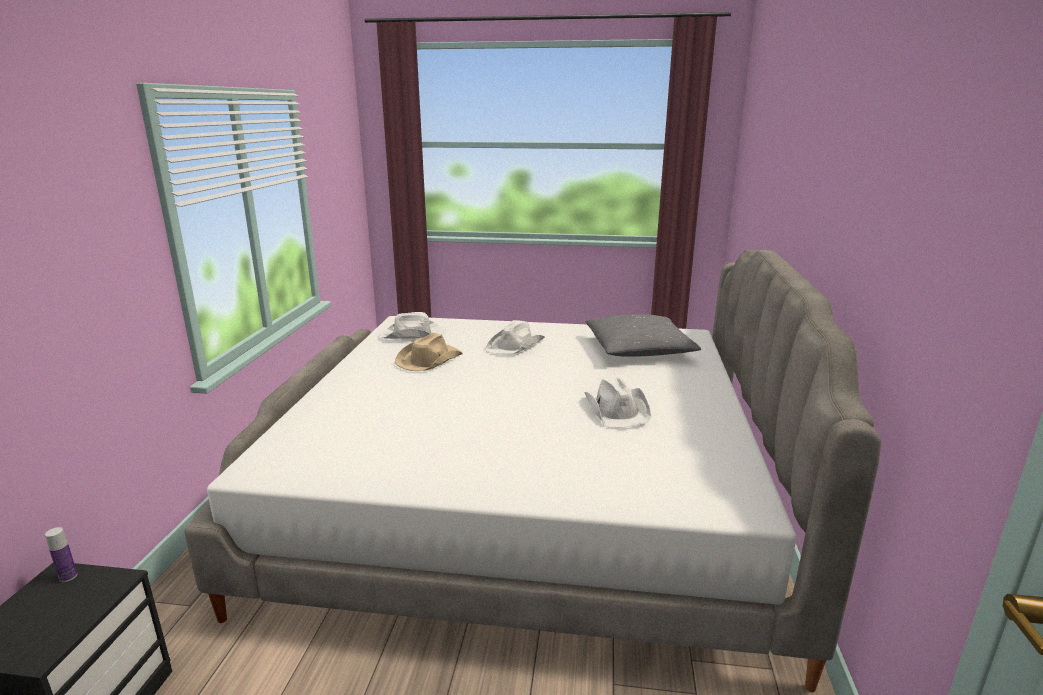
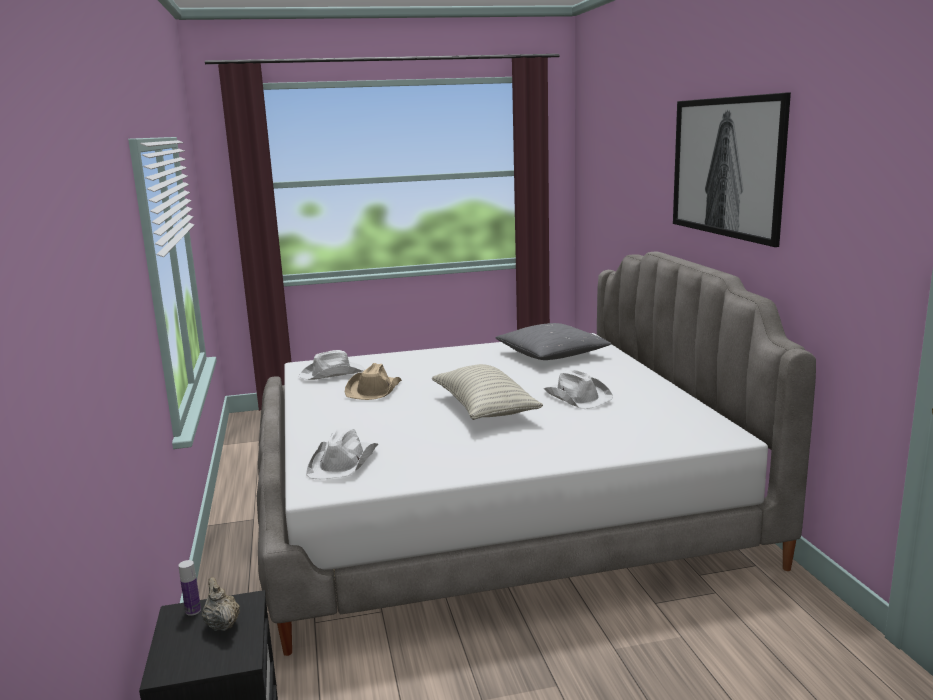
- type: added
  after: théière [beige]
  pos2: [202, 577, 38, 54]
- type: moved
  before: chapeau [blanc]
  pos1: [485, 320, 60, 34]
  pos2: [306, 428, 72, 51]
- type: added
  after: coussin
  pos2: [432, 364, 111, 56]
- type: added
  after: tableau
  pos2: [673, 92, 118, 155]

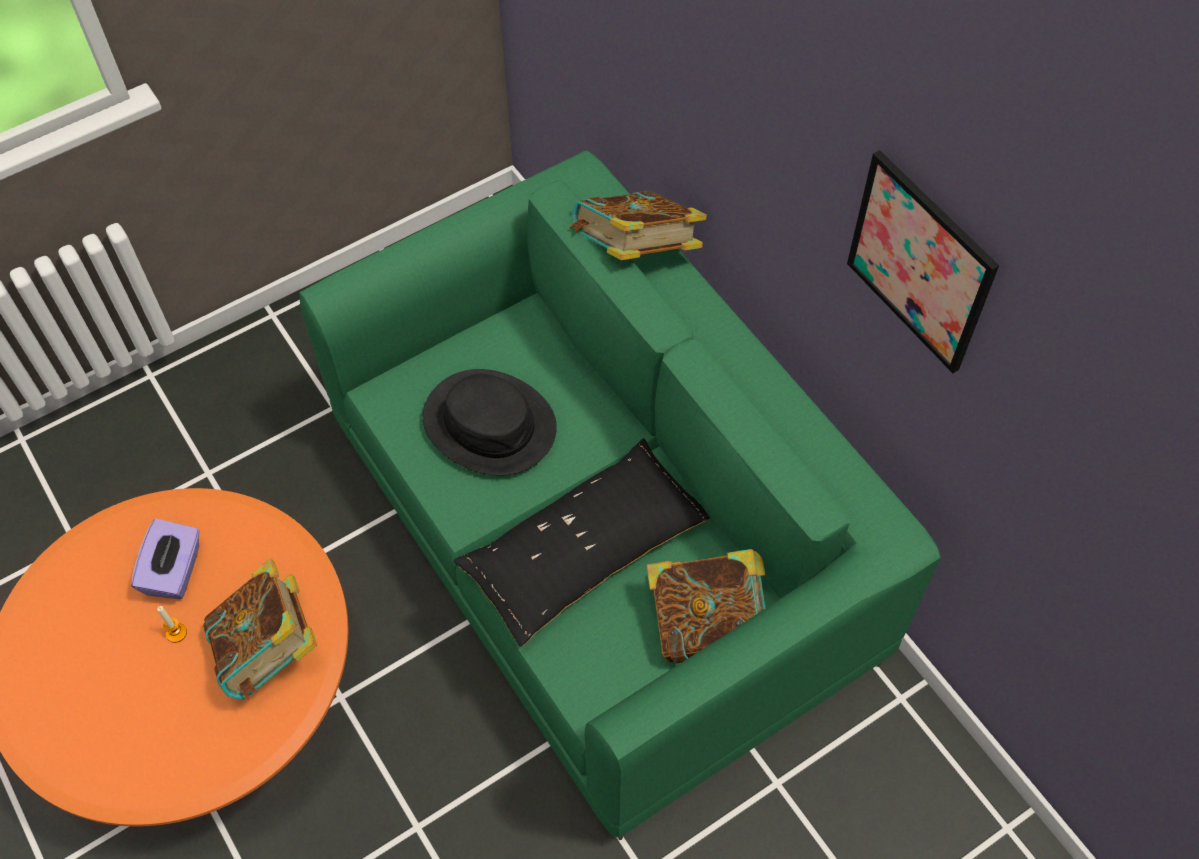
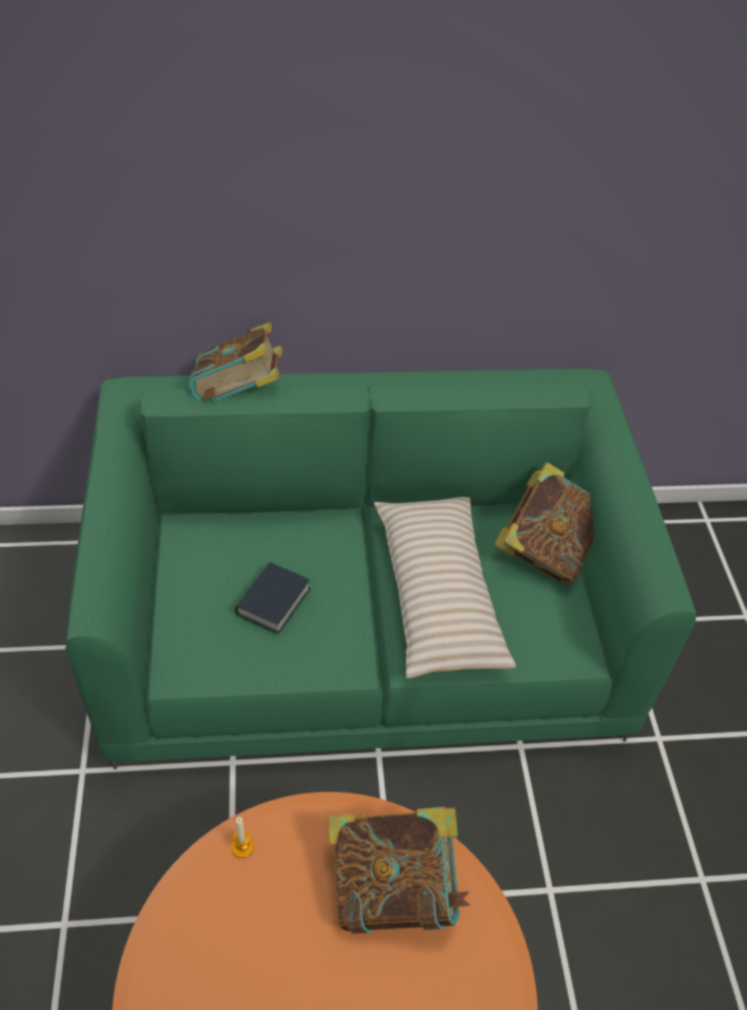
- type: moved
  before: bougie
  pos1: [157, 606, 30, 37]
  pos2: [231, 817, 23, 41]
- type: replaced
  before: chapeau [noir]
  after: livre
  pos1: [423, 369, 134, 107]
  pos2: [235, 562, 76, 72]
- type: recoloured
  before: coussin [noir]
  after: coussin [beige]
  pos1: [454, 438, 257, 209]
  pos2: [374, 497, 142, 182]
- type: removed
  before: boîte à mouchoirs [violet]
  pos1: [131, 519, 69, 80]
- type: removed
  before: tableau
  pos1: [847, 150, 152, 223]

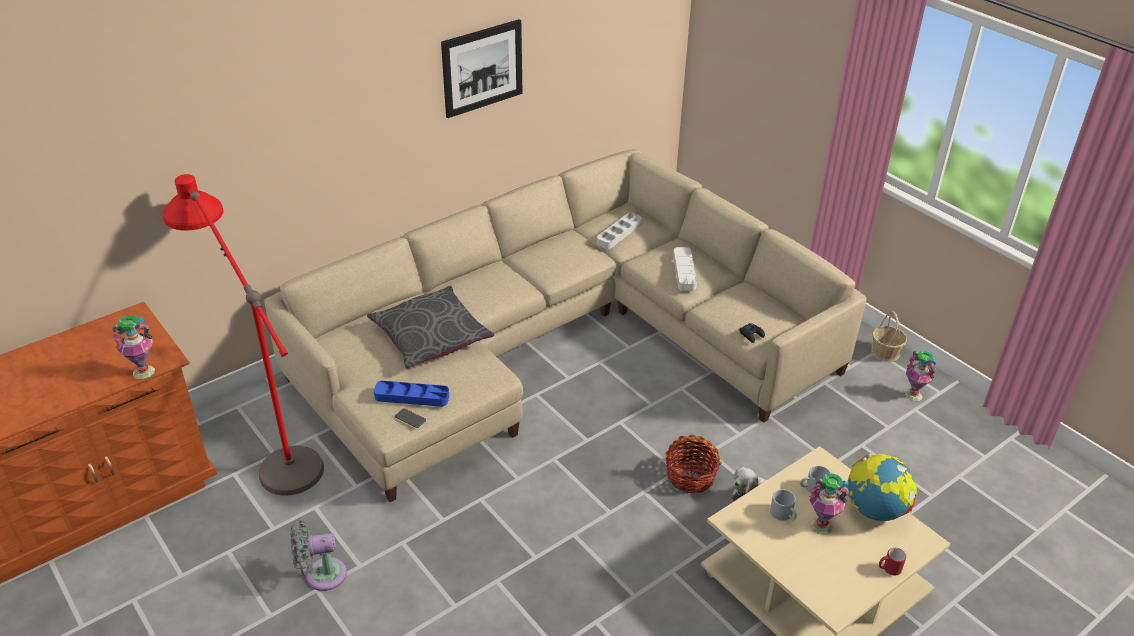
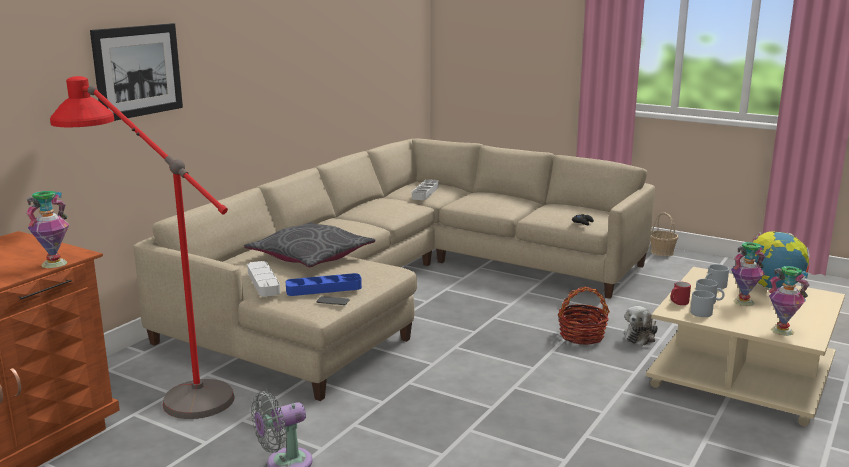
- type: moved
  before: tableau
  pos1: [441, 19, 82, 99]
  pos2: [90, 23, 93, 98]
- type: moved
  before: plateau [gris]
  pos1: [673, 247, 24, 44]
  pos2: [247, 261, 33, 36]
- type: moved
  before: mug [rouge]
  pos1: [879, 548, 27, 28]
  pos2: [671, 282, 20, 23]
- type: added
  after: mug [gris]
  pos2: [690, 290, 25, 27]
- type: moved
  before: vase
  pos1: [905, 351, 32, 50]
  pos2: [769, 266, 41, 70]

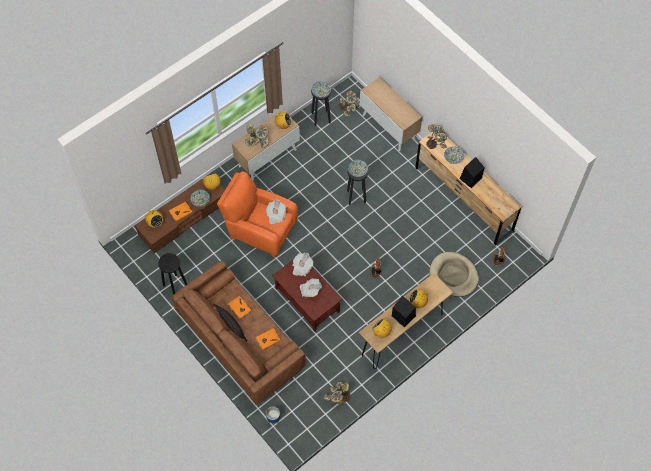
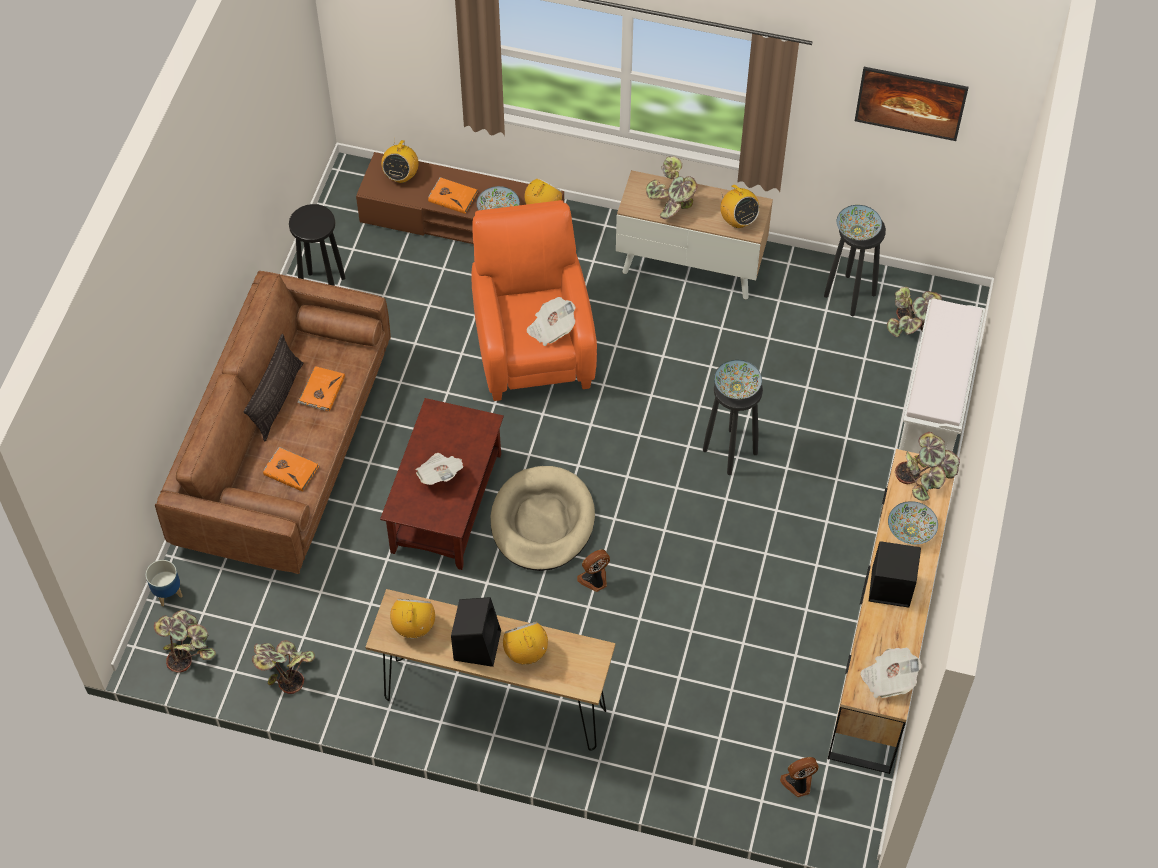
- type: added
  after: plante en pot
  pos2: [154, 610, 62, 63]
- type: moved
  before: panier pour chien [beige]
  pos1: [429, 252, 50, 45]
  pos2: [490, 466, 105, 105]
- type: added
  after: tableau
  pos2: [855, 67, 114, 74]
- type: moved
  before: journal
  pos1: [292, 253, 21, 23]
  pos2: [860, 648, 62, 50]
- type: replaced
  before: meuble de rangement
  after: banc [blanc]
  pos1: [360, 77, 62, 74]
  pos2: [899, 299, 86, 155]

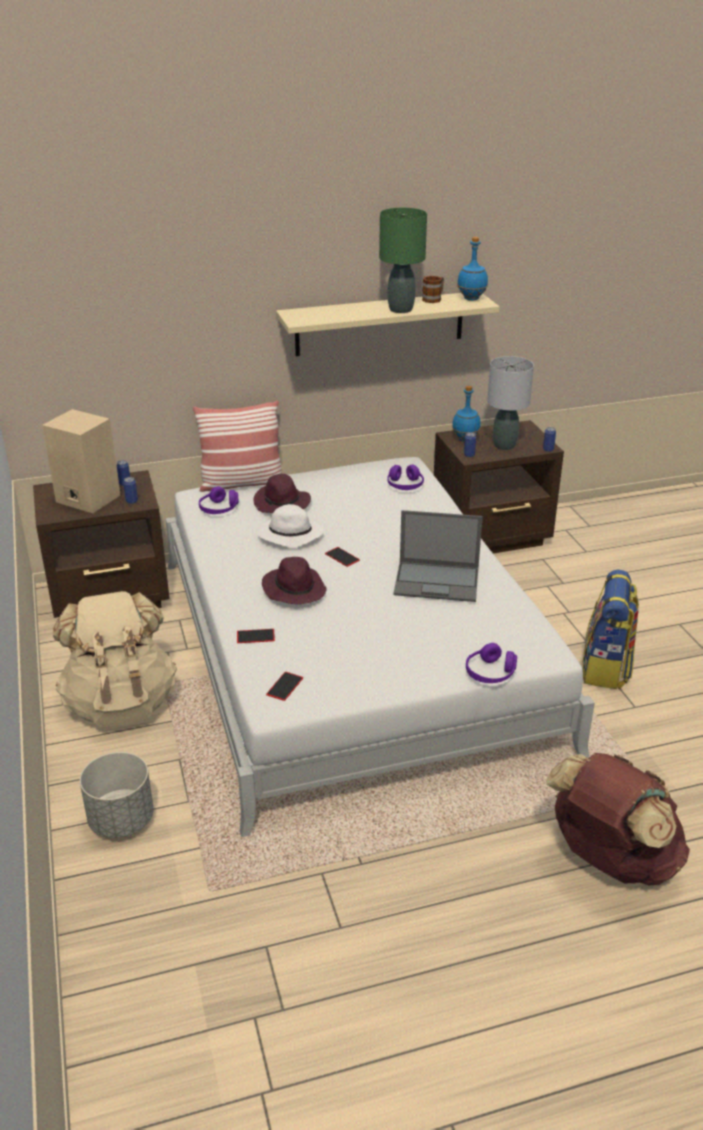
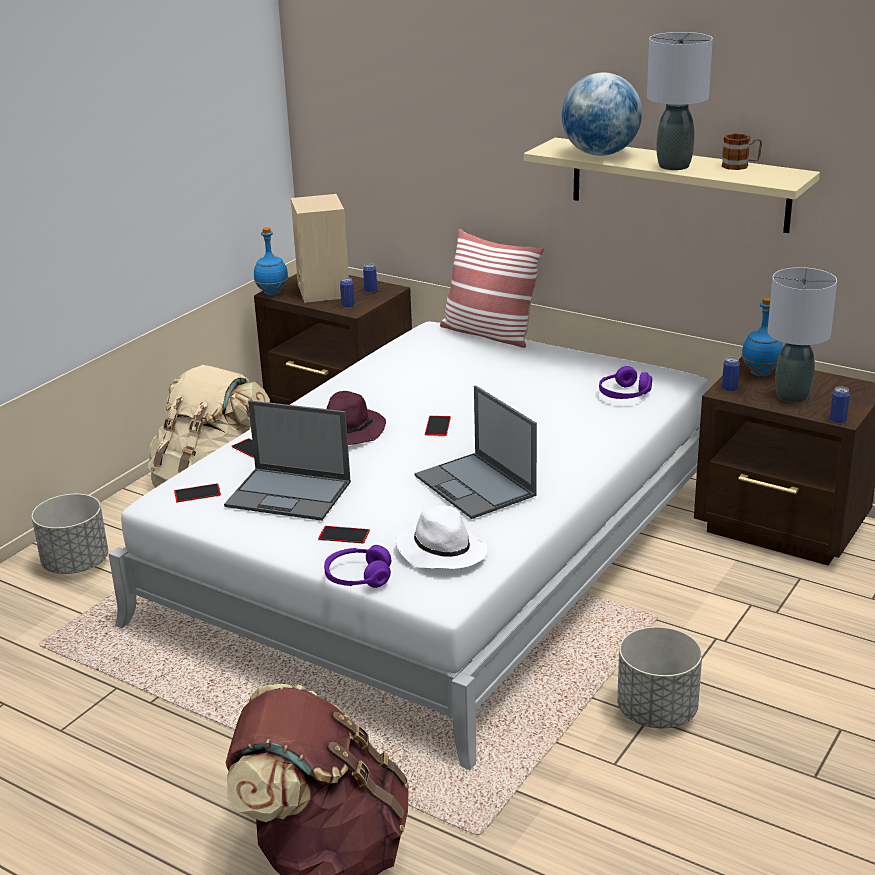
- type: added
  after: ordinateur portable
  pos2: [224, 400, 127, 121]
- type: moved
  before: bouteille [bleu]
  pos1: [457, 237, 31, 64]
  pos2: [254, 227, 34, 69]
- type: added
  after: téléphone
  pos2: [318, 526, 52, 17]
- type: moved
  before: chapeau [blanc]
  pos1: [257, 504, 66, 44]
  pos2: [396, 505, 92, 64]
- type: added
  after: globe
  pos2: [561, 72, 81, 84]
- type: replaced
  before: sac à dos
  after: cache-pot [gris]
  pos1: [583, 570, 56, 119]
  pos2: [617, 627, 85, 101]
- type: recoloured
  before: lampe de table [vert]
  after: lampe de table [gris]
  pos1: [379, 208, 48, 105]
  pos2: [647, 32, 66, 138]
- type: removed
  before: casque audio [violet]
  pos1: [199, 486, 39, 28]
- type: removed
  before: chapeau [violet]
  pos1: [254, 474, 57, 39]

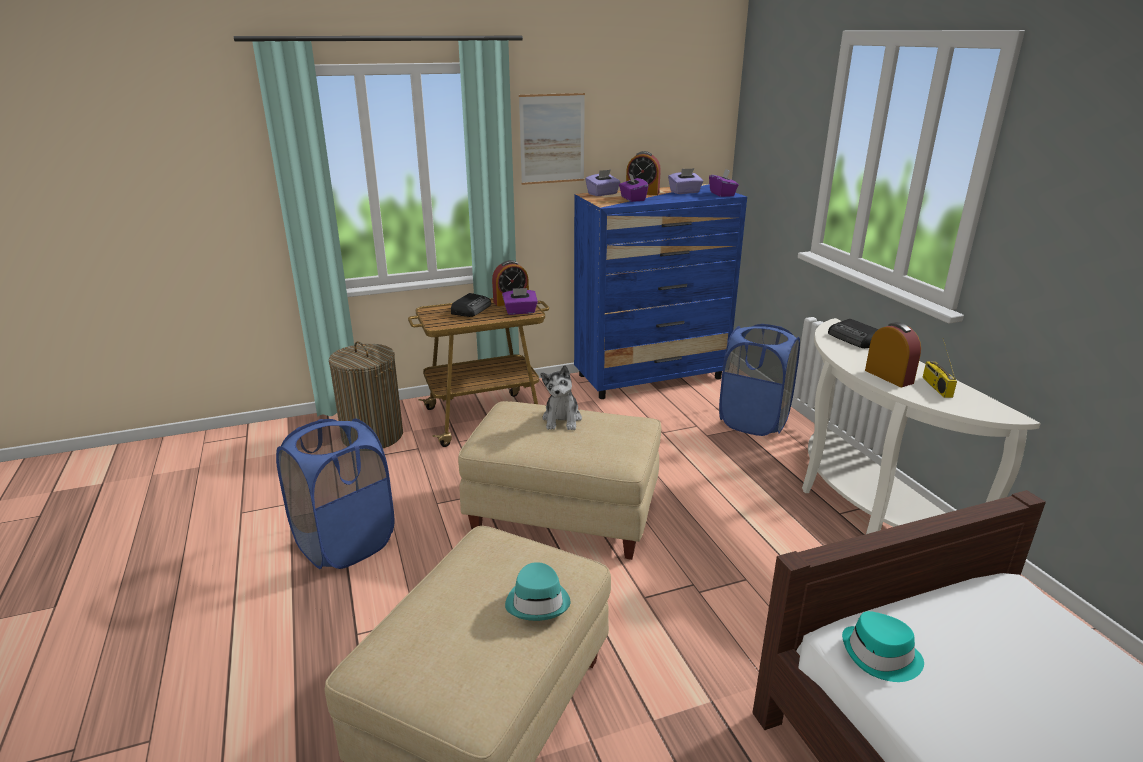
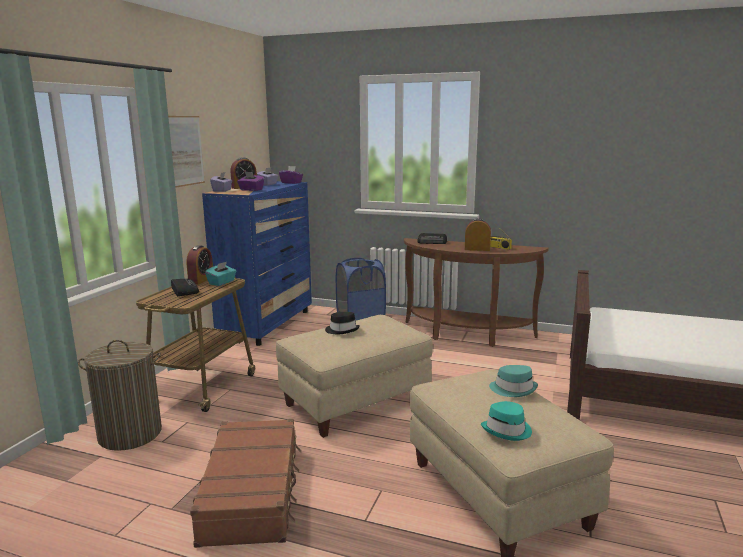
- type: replaced
  before: panier à linge [bleu]
  after: valise [marron]
  pos1: [276, 419, 118, 150]
  pos2: [190, 419, 111, 129]
- type: recoloured
  before: boîte à mouchoirs [violet]
  after: boîte à mouchoirs [turquoise]
  pos1: [502, 288, 36, 27]
  pos2: [205, 262, 31, 24]
- type: replaced
  before: peluche
  after: chapeau [noir]
  pos1: [540, 365, 42, 65]
  pos2: [325, 312, 35, 22]
- type: recoloured
  before: table console [blanc]
  after: table console [marron]
  pos1: [802, 318, 239, 216]
  pos2: [404, 238, 145, 109]
- type: moved
  before: chapeau [turquoise]
  pos1: [842, 611, 82, 71]
  pos2: [481, 401, 51, 40]

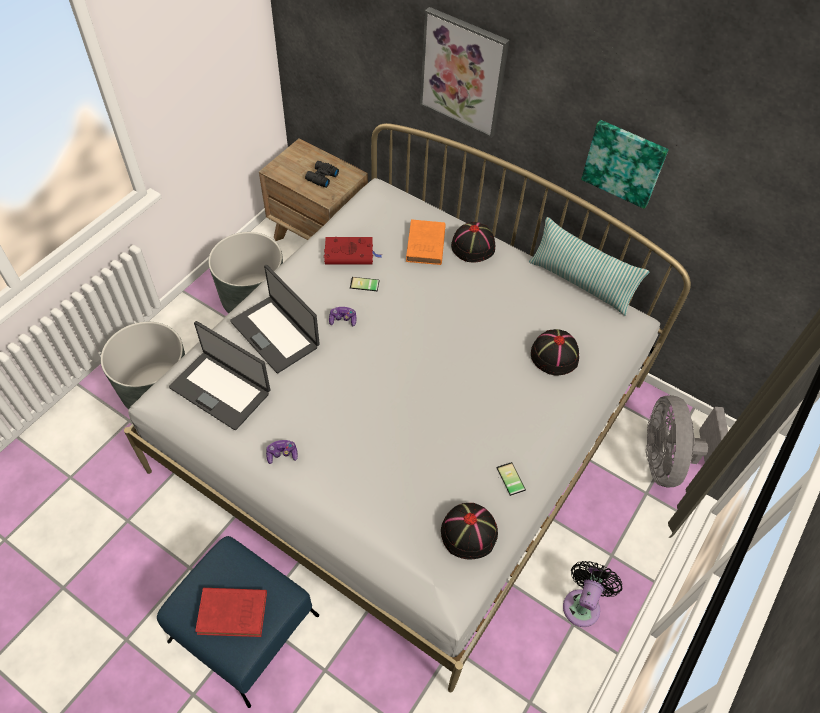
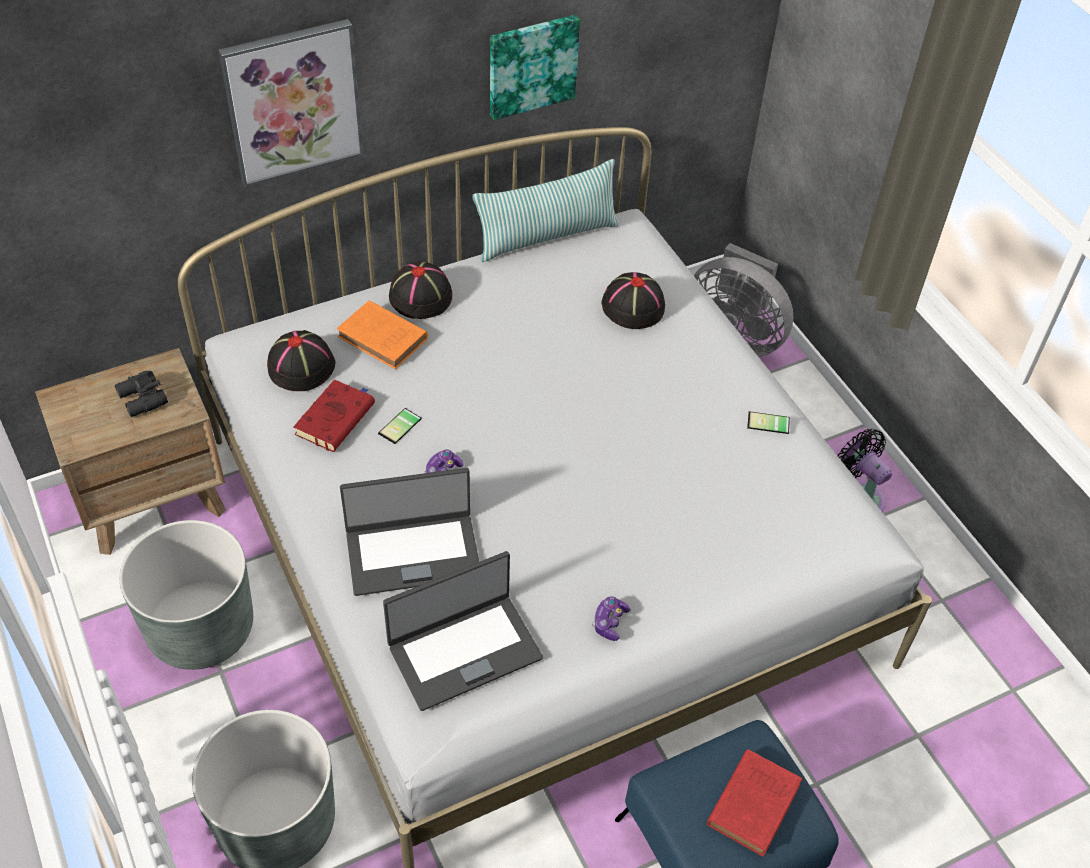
- type: moved
  before: chapeau [noir]
  pos1: [441, 503, 57, 57]
  pos2: [267, 330, 68, 61]

